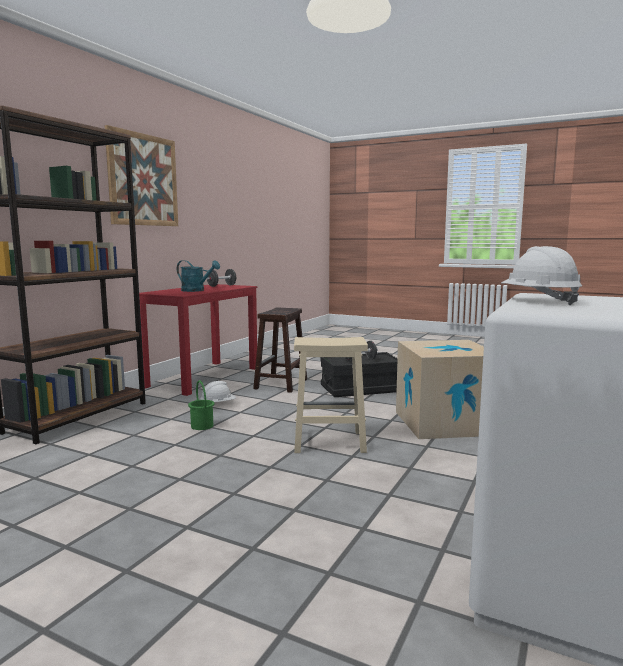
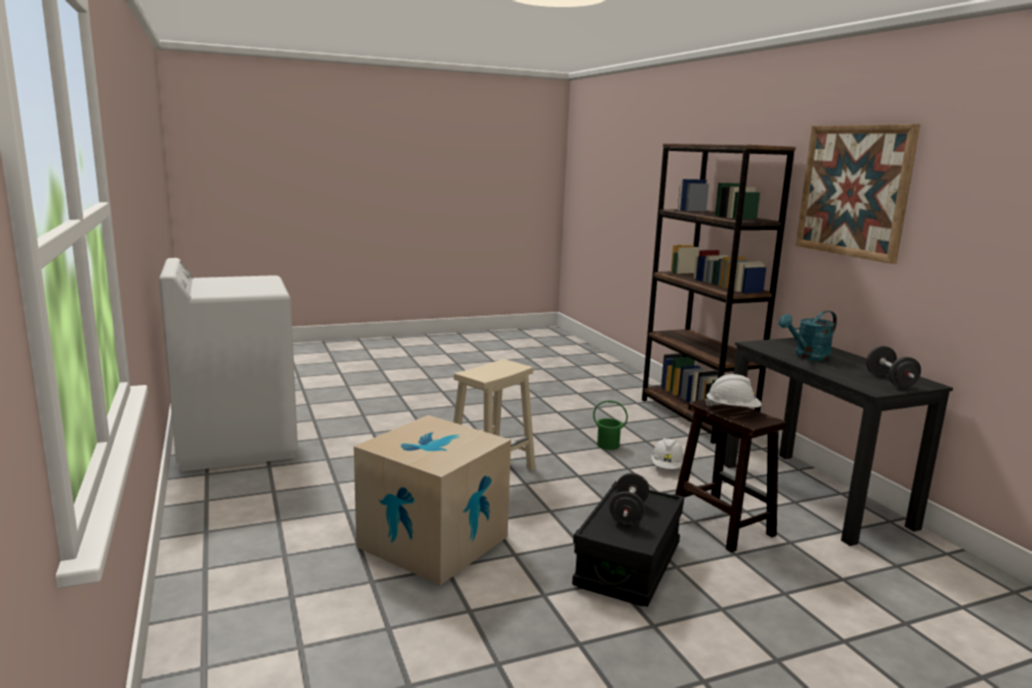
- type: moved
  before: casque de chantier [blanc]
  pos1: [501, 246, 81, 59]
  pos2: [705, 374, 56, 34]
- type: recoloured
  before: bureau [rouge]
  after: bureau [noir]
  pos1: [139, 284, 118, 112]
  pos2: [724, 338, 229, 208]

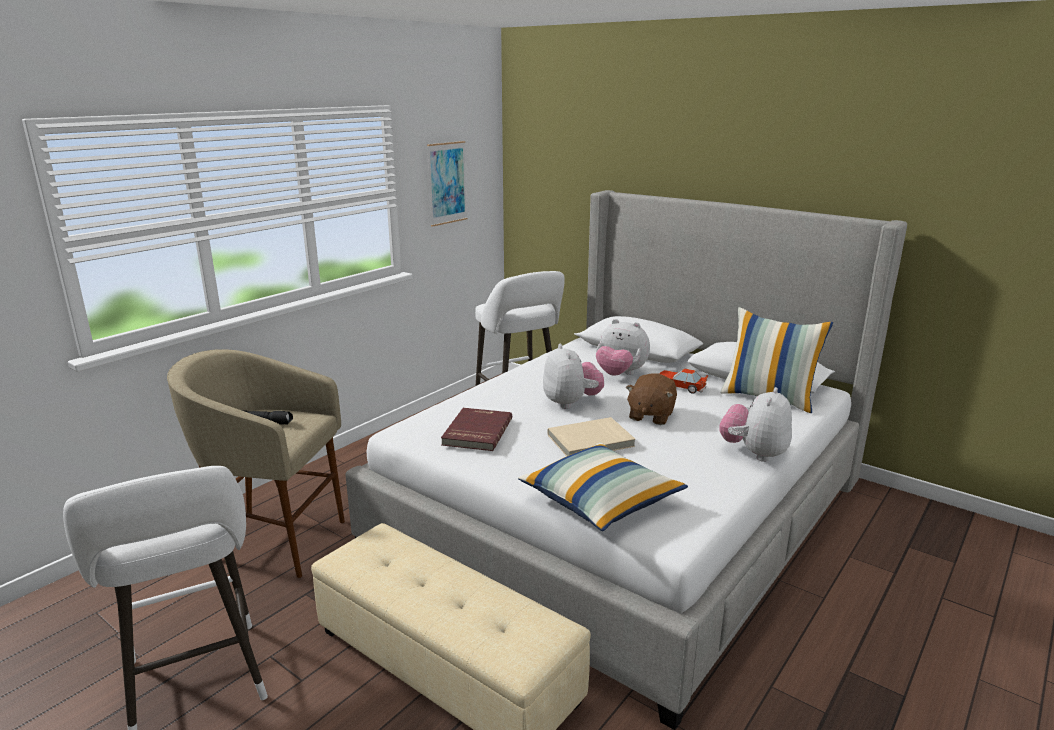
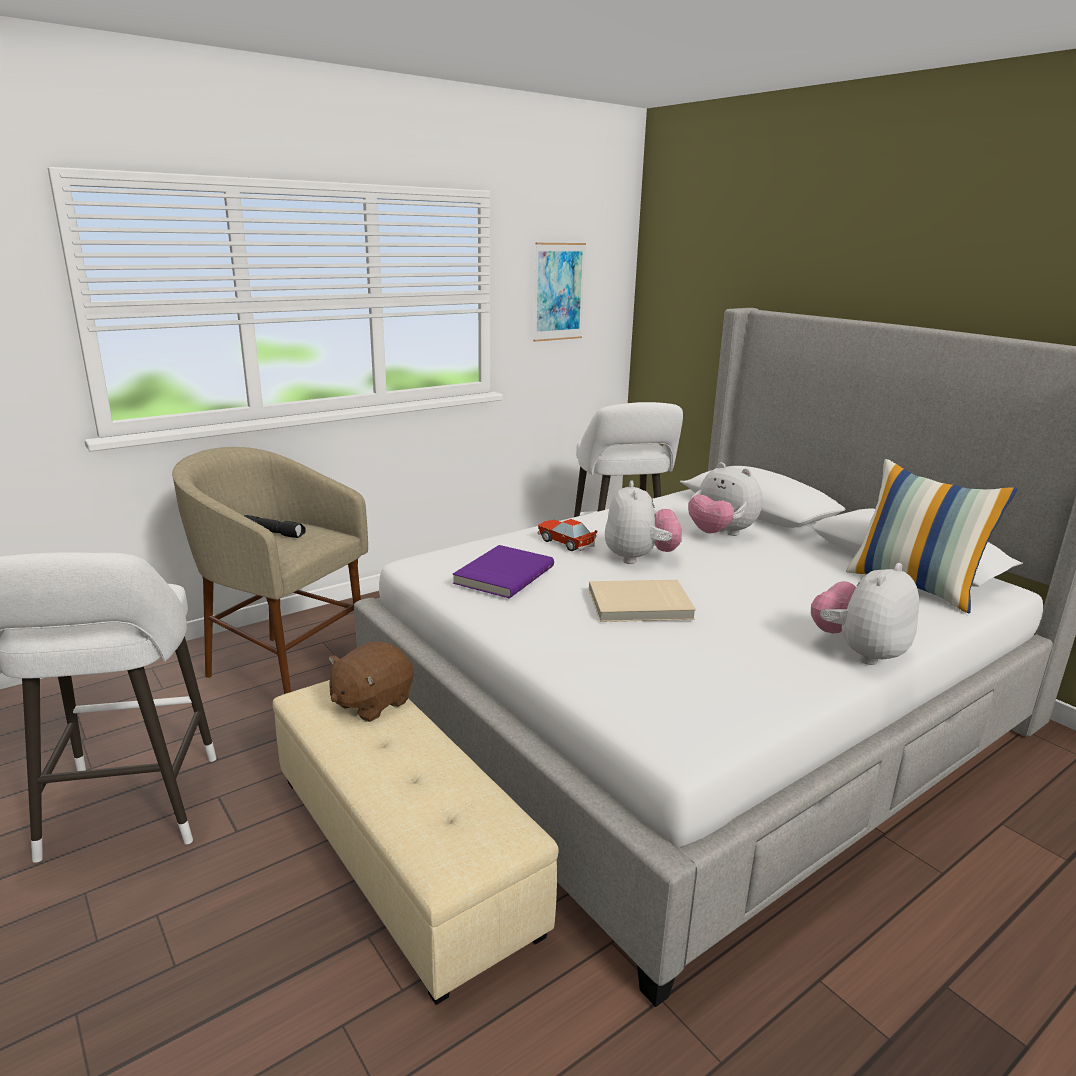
- type: moved
  before: peluche [marron]
  pos1: [626, 373, 51, 52]
  pos2: [329, 642, 85, 80]
- type: recoloured
  before: livre [rouge]
  after: livre [violet]
  pos1: [441, 408, 71, 43]
  pos2: [453, 545, 101, 54]
- type: moved
  before: petite voiture
  pos1: [660, 368, 49, 26]
  pos2: [538, 519, 60, 32]
- type: removed
  before: coussin
  pos1: [518, 443, 170, 88]

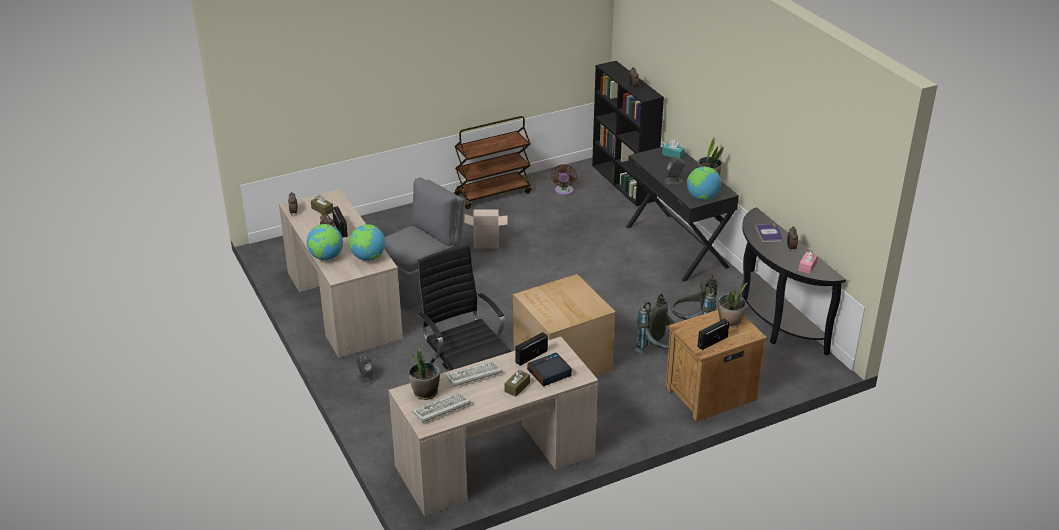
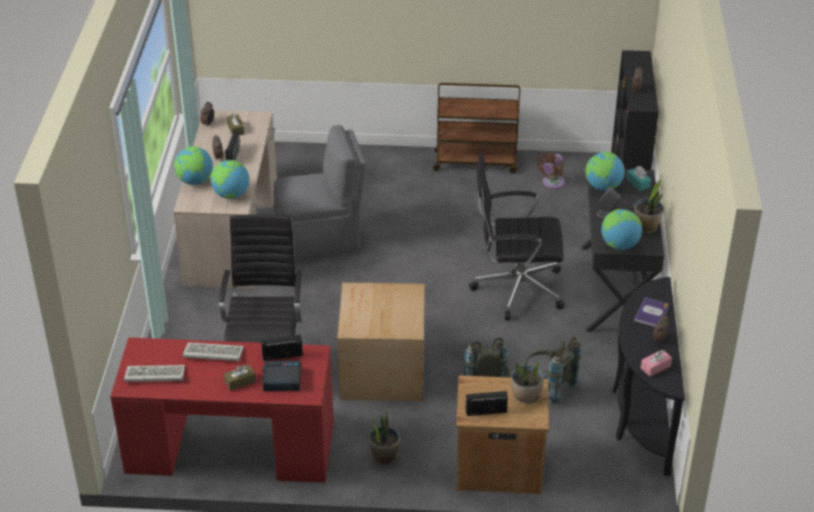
- type: recoloured
  before: bureau [beige]
  after: bureau [rouge]
  pos1: [389, 337, 209, 179]
  pos2: [110, 337, 224, 146]
- type: moved
  before: plante en pot
  pos1: [409, 342, 31, 58]
  pos2: [369, 407, 31, 59]
- type: added
  after: chaise de bureau [noir]
  pos2: [469, 153, 96, 167]
- type: added
  after: globe
  pos2: [585, 152, 40, 39]
- type: removed
  before: enceinte [gris]
  pos1: [356, 354, 19, 31]
- type: removed
  before: carton
  pos1: [464, 209, 44, 40]

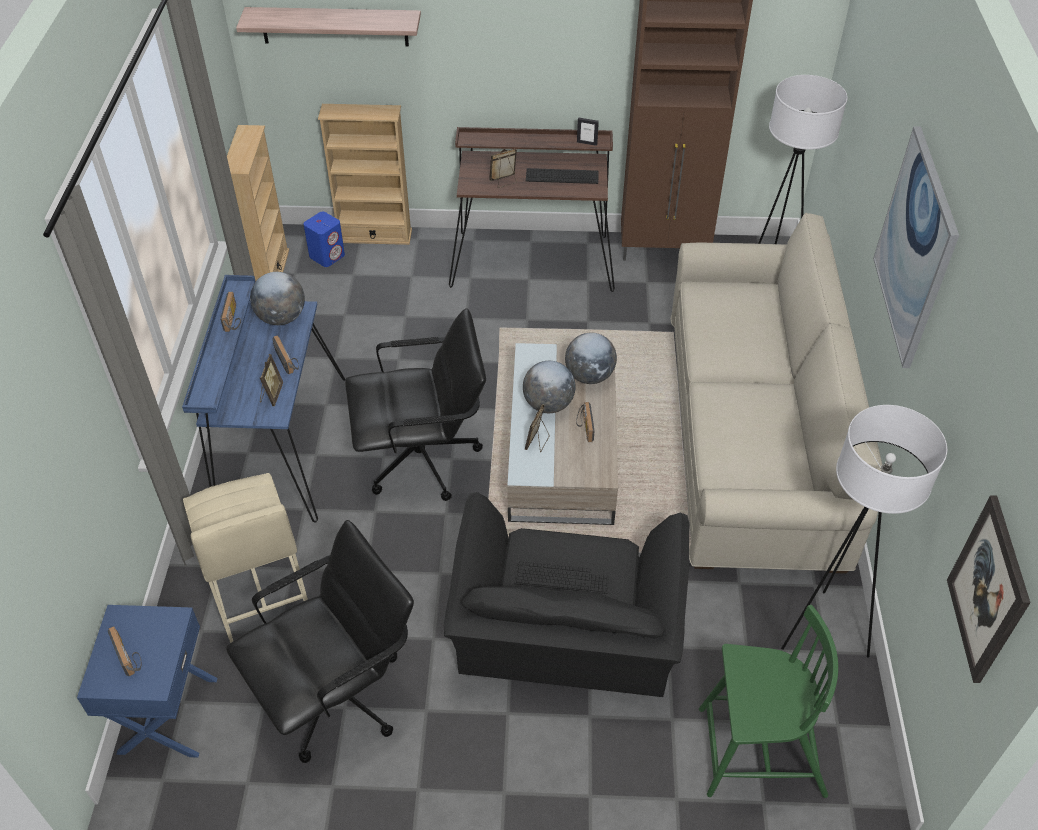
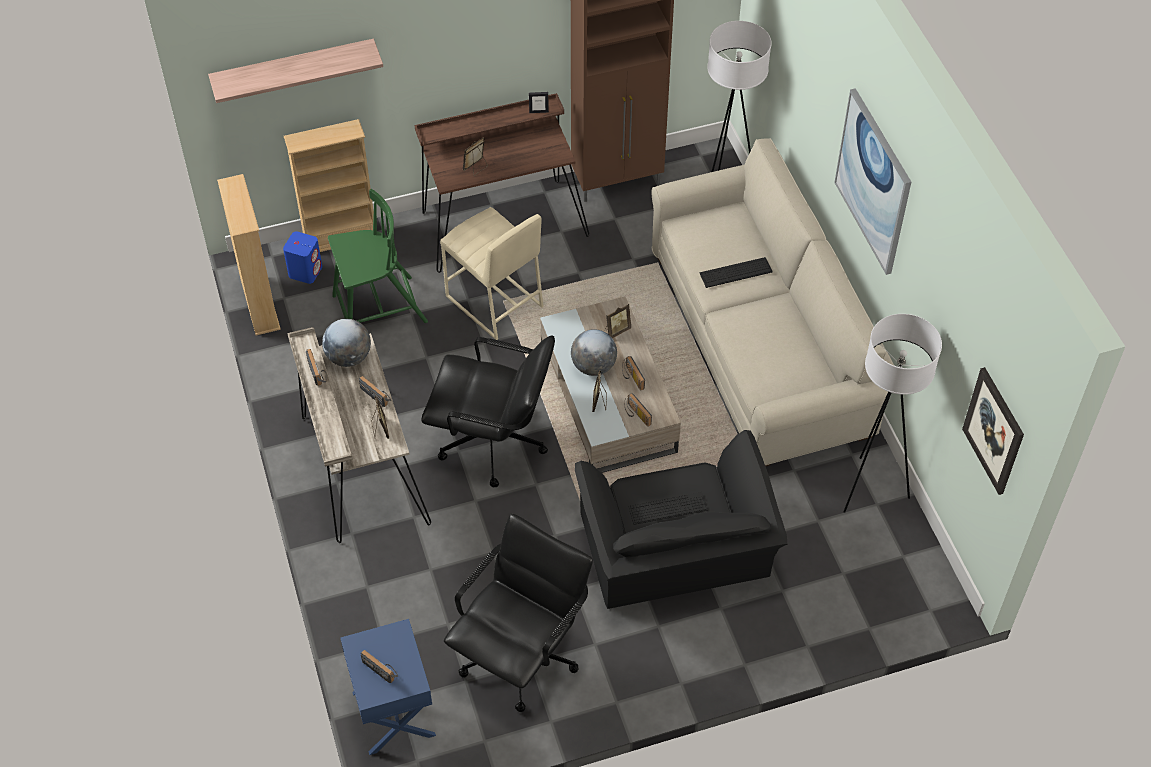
- type: recoloured
  before: bureau [bleu]
  after: bureau [beige]
  pos1: [182, 275, 163, 247]
  pos2: [287, 327, 144, 216]
- type: moved
  before: chaise [vert]
  pos1: [699, 605, 139, 193]
  pos2: [328, 189, 100, 134]
- type: turned
  before: chaise de bureau [noir]
  pos1: [345, 308, 141, 193]
  pos2: [421, 335, 134, 152]
  turn: 45
- type: moved
  before: tabouret [beige]
  pos1: [183, 473, 125, 170]
  pos2: [440, 207, 104, 133]
- type: replaced
  before: globe
  after: cadre photo
  pos1: [565, 333, 52, 51]
  pos2: [605, 304, 26, 34]
- type: added
  after: radio
  pos2: [624, 393, 28, 34]
- type: moved
  before: clavier
  pos1: [526, 168, 72, 16]
  pos2: [700, 257, 73, 31]

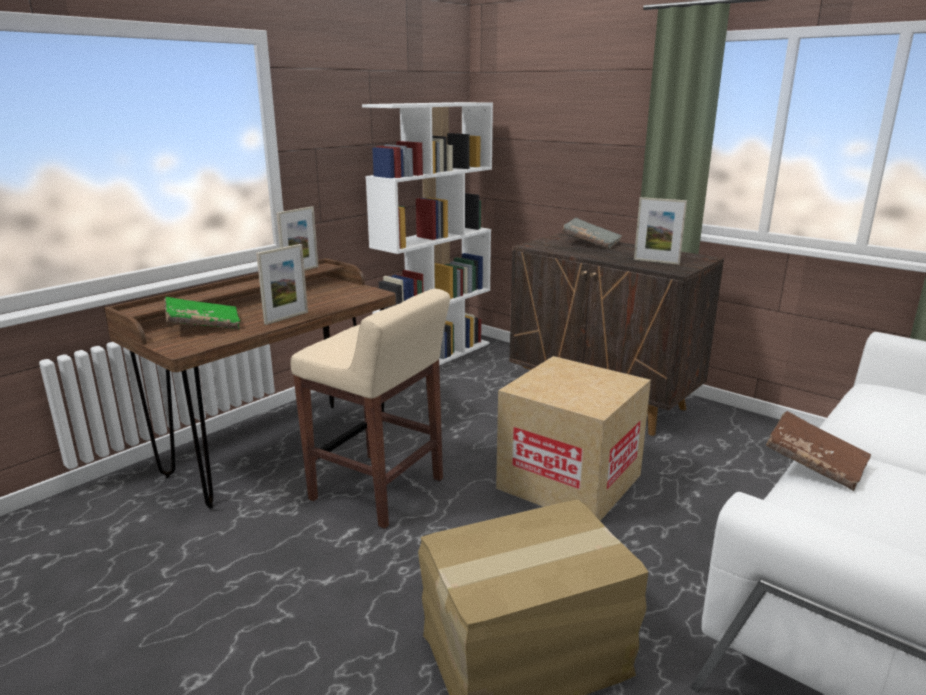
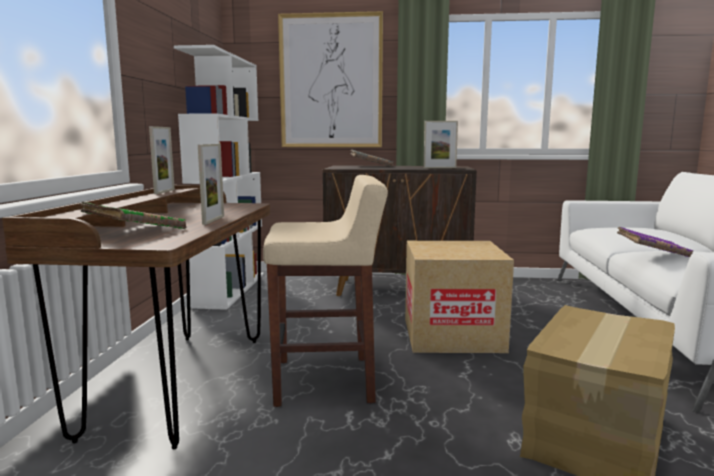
- type: added
  after: tableau
  pos2: [278, 11, 105, 136]
- type: recoloured
  before: livre [marron]
  after: livre [violet]
  pos1: [766, 411, 105, 80]
  pos2: [617, 227, 76, 30]

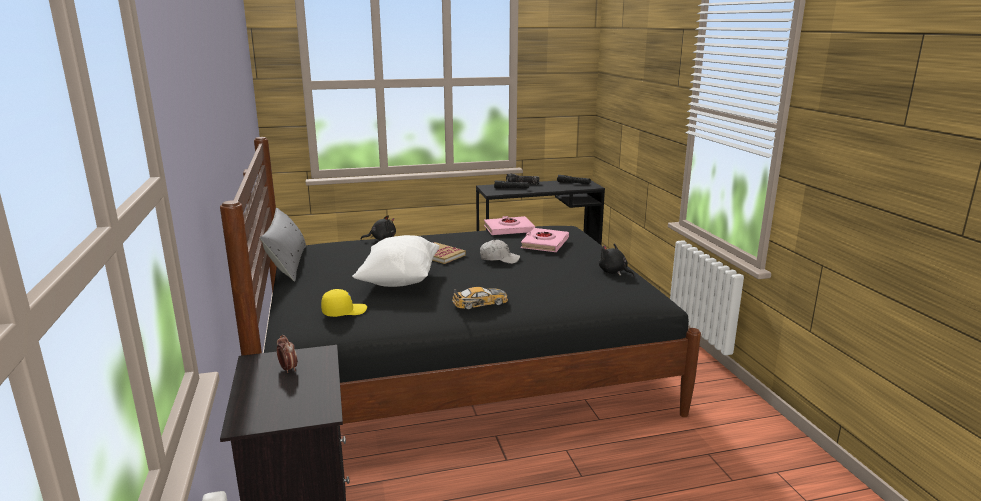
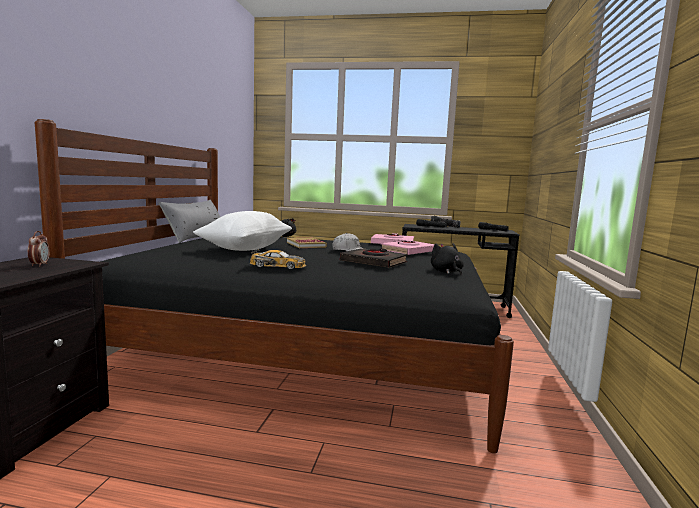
- type: added
  after: livre [noir]
  pos2: [340, 248, 68, 20]
- type: removed
  before: casquette [jaune]
  pos1: [321, 289, 46, 28]

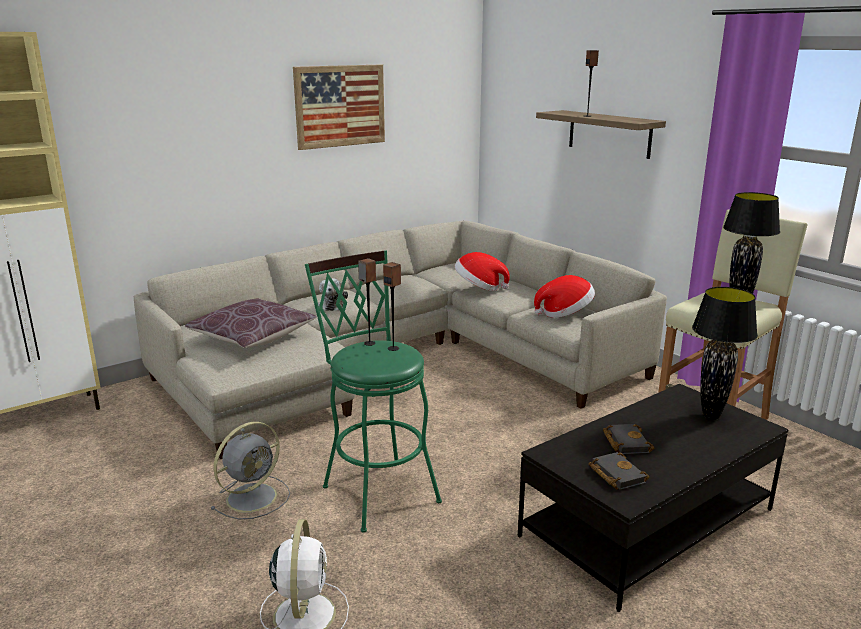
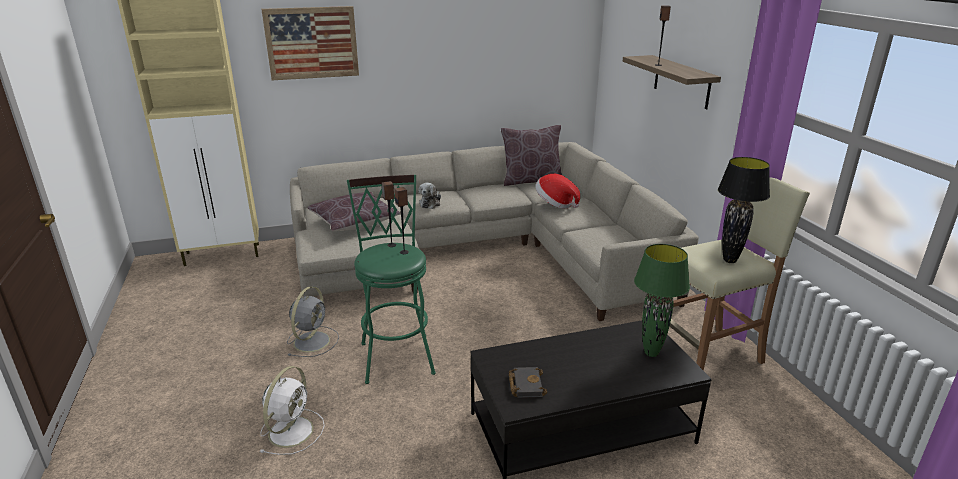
- type: moved
  before: tableau
  pos1: [293, 64, 92, 86]
  pos2: [261, 6, 98, 74]
- type: turned
  before: ventilateur [gris]
  pos1: [210, 422, 80, 97]
  pos2: [287, 286, 52, 71]
  turn: -45
- type: added
  after: coussin [marron]
  pos2: [501, 125, 61, 61]
- type: recoloured
  before: lampe de table [noir]
  after: lampe de table [vert]
  pos1: [692, 287, 66, 133]
  pos2: [634, 244, 56, 113]
- type: removed
  before: chapeau
  pos1: [534, 275, 61, 43]
- type: removed
  before: livre [noir]
  pos1: [603, 424, 51, 30]

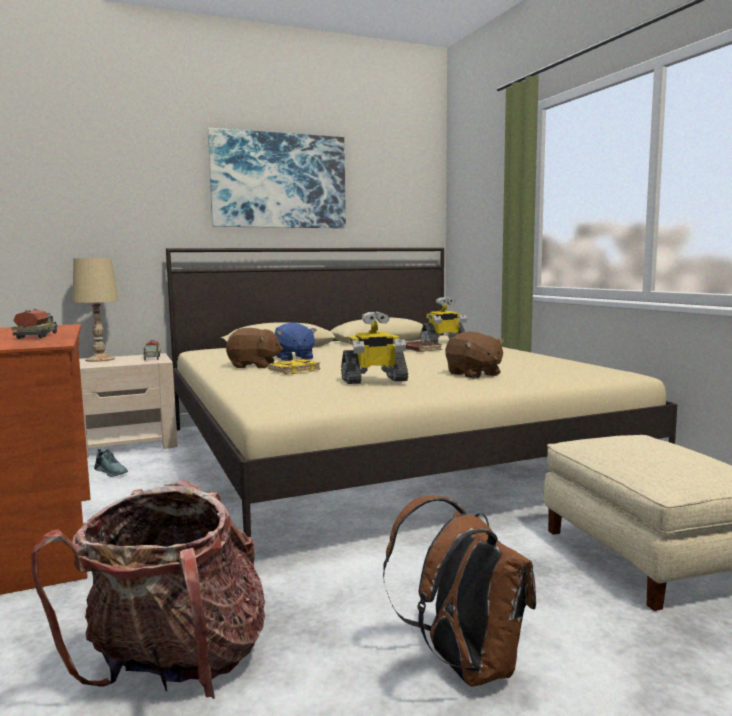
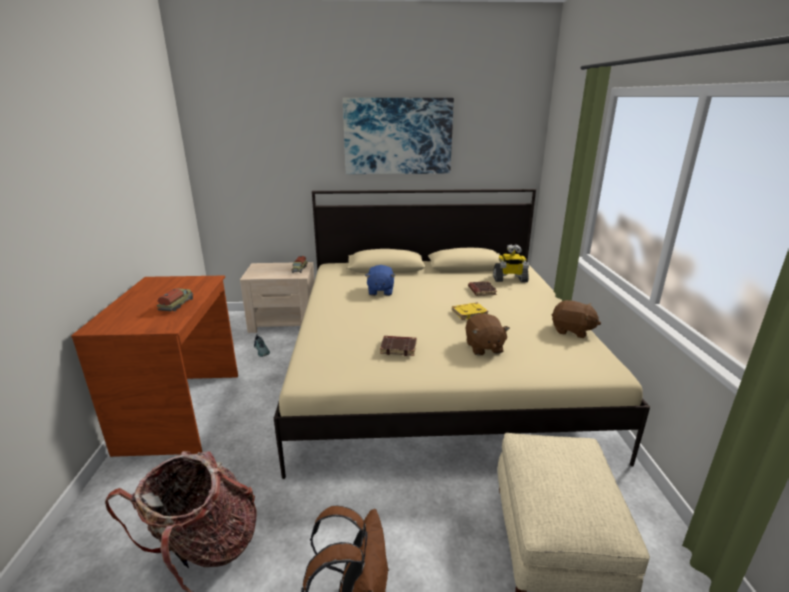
- type: replaced
  before: robot jouet
  after: livre [marron]
  pos1: [341, 311, 67, 73]
  pos2: [380, 336, 36, 20]
- type: moved
  before: livre [jaune]
  pos1: [268, 359, 52, 15]
  pos2: [452, 302, 37, 18]
- type: moved
  before: peluche [marron]
  pos1: [226, 328, 57, 40]
  pos2: [552, 300, 49, 38]
- type: removed
  before: lampe de table [beige]
  pos1: [73, 258, 46, 104]

